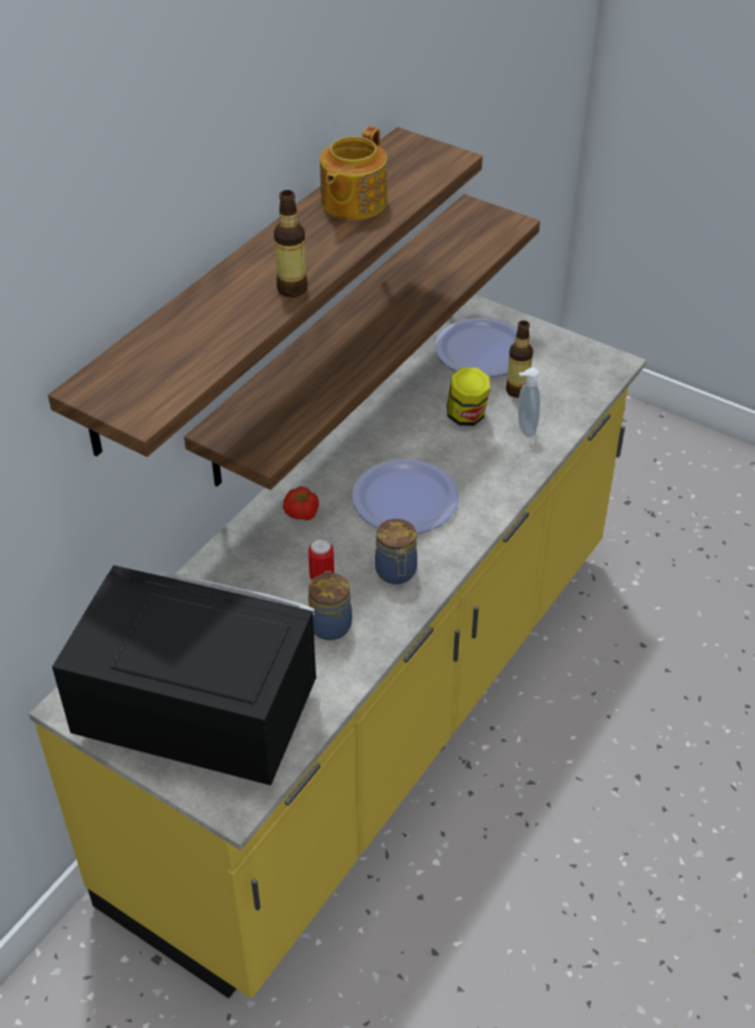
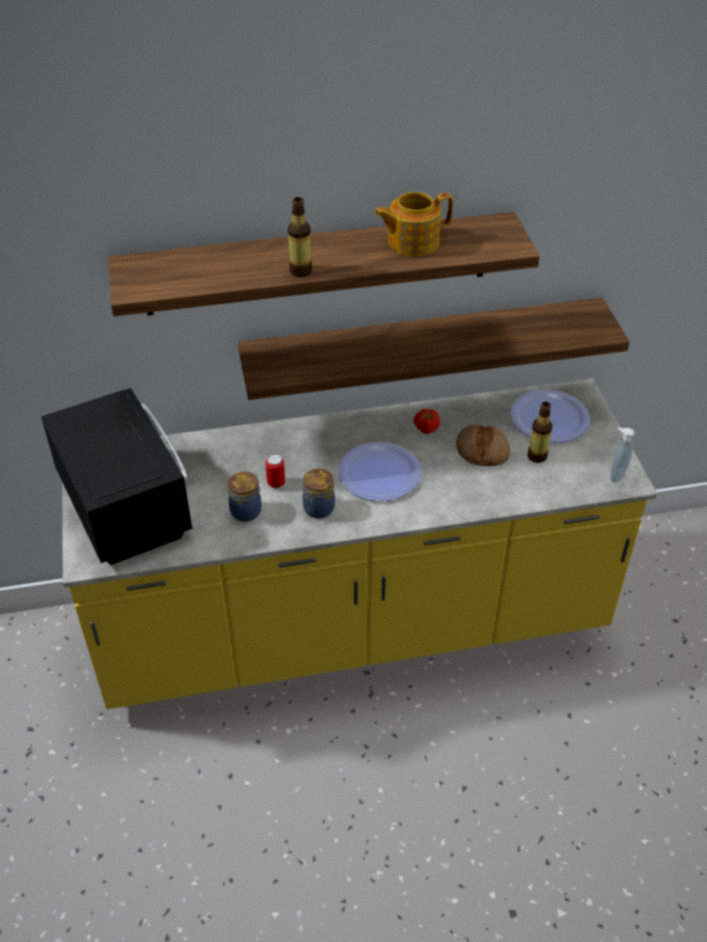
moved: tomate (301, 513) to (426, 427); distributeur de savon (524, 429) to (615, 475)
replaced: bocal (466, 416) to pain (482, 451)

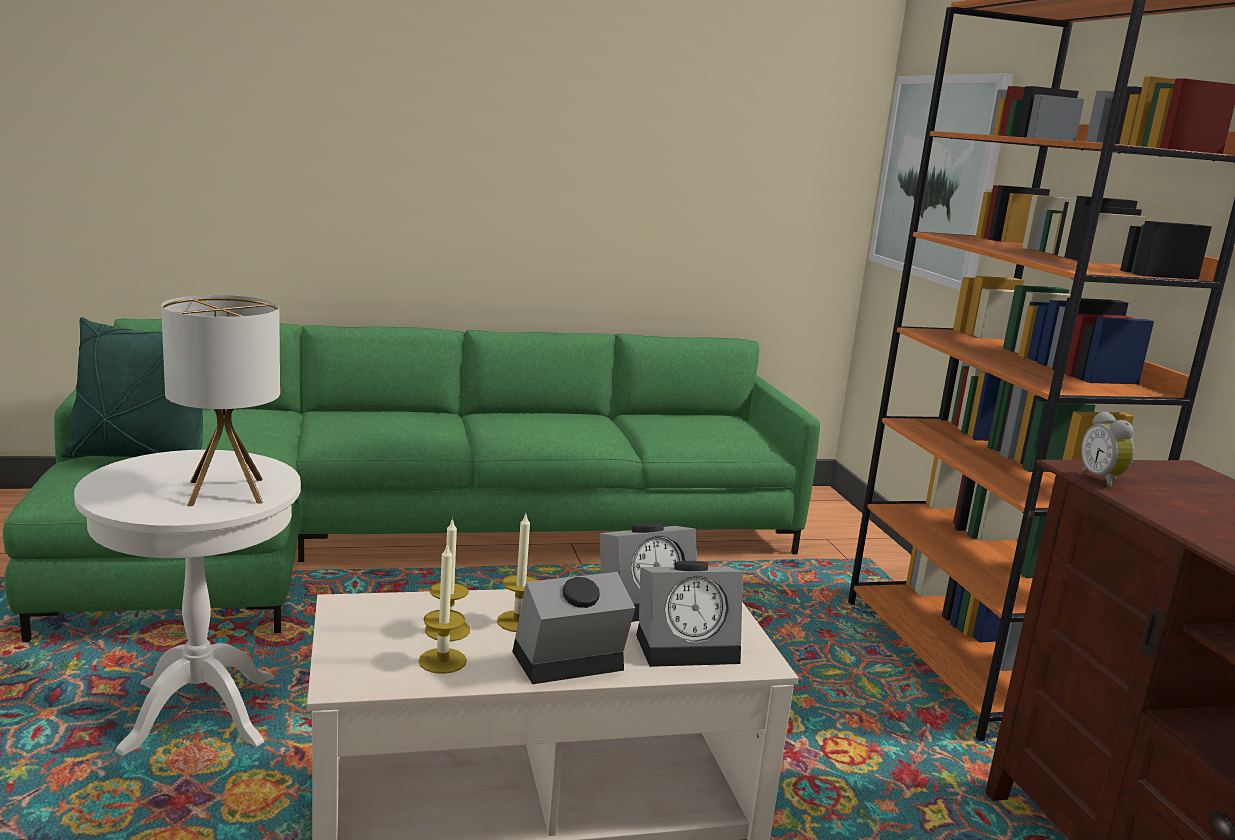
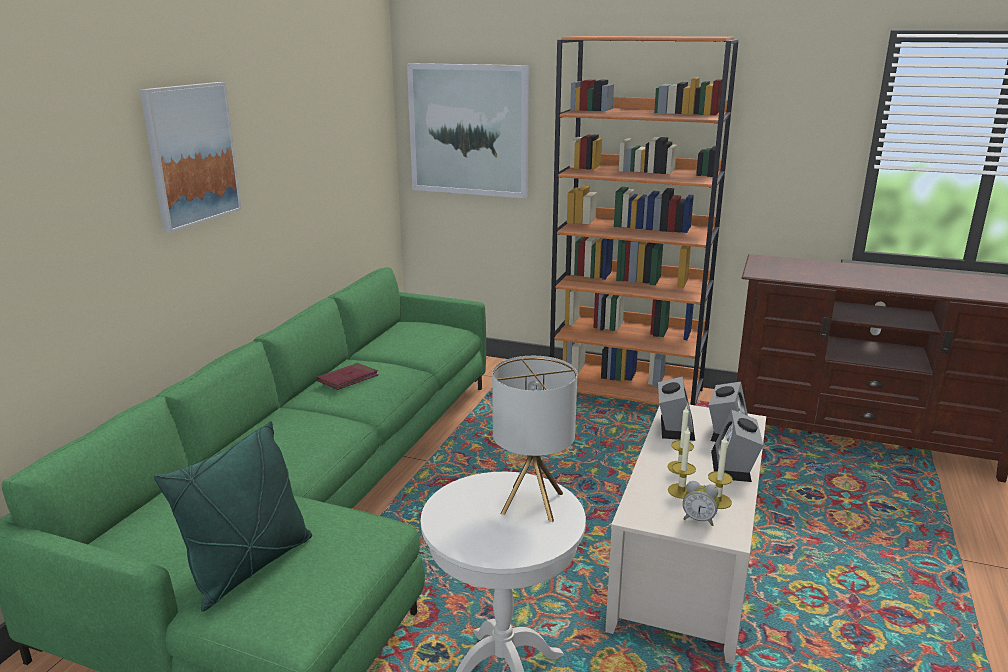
added: tableau (191, 154); livre/rouge (348, 379)
moved: réveil (1102, 480) to (699, 519)

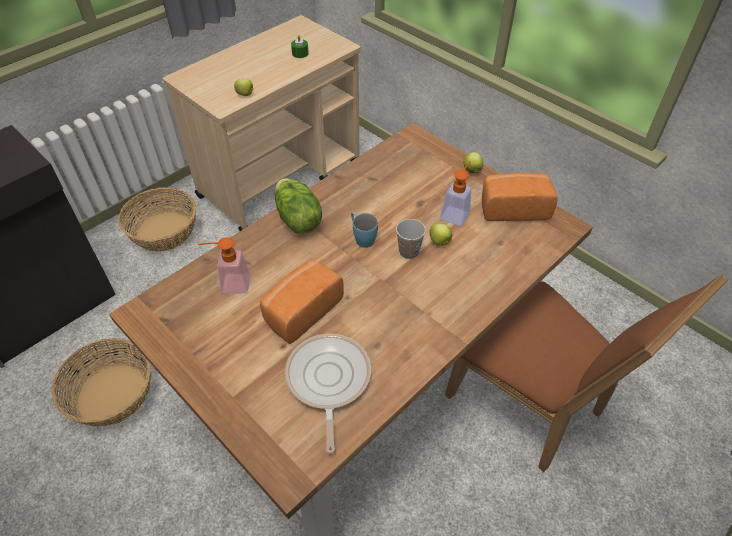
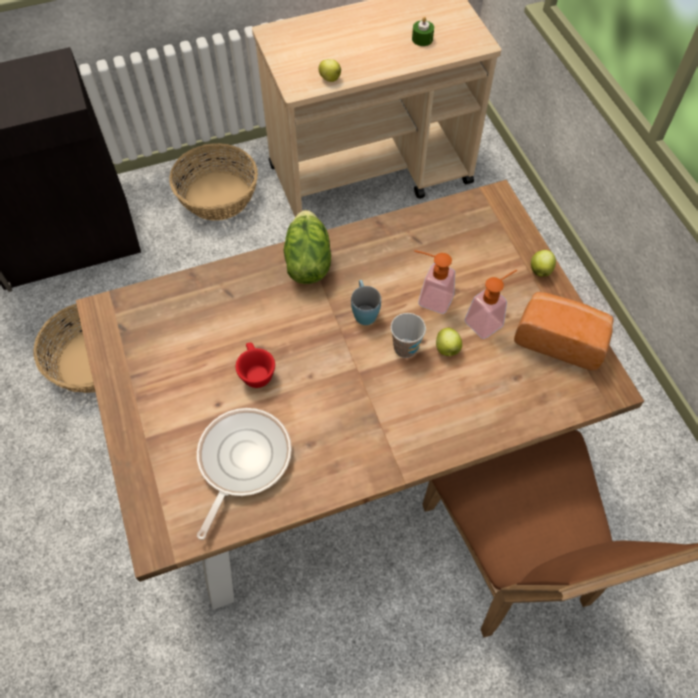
moved: distributeur de savon (230, 284) to (429, 297)
replaced: pain (301, 310) to tasse/rouge (255, 372)

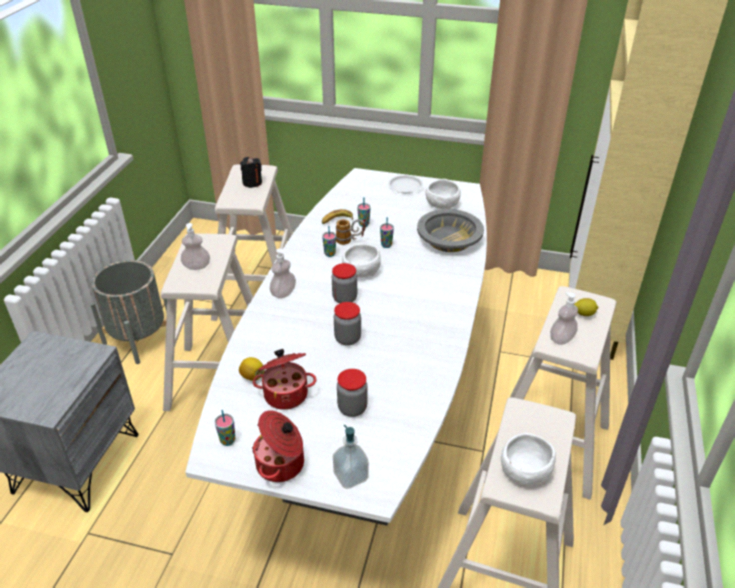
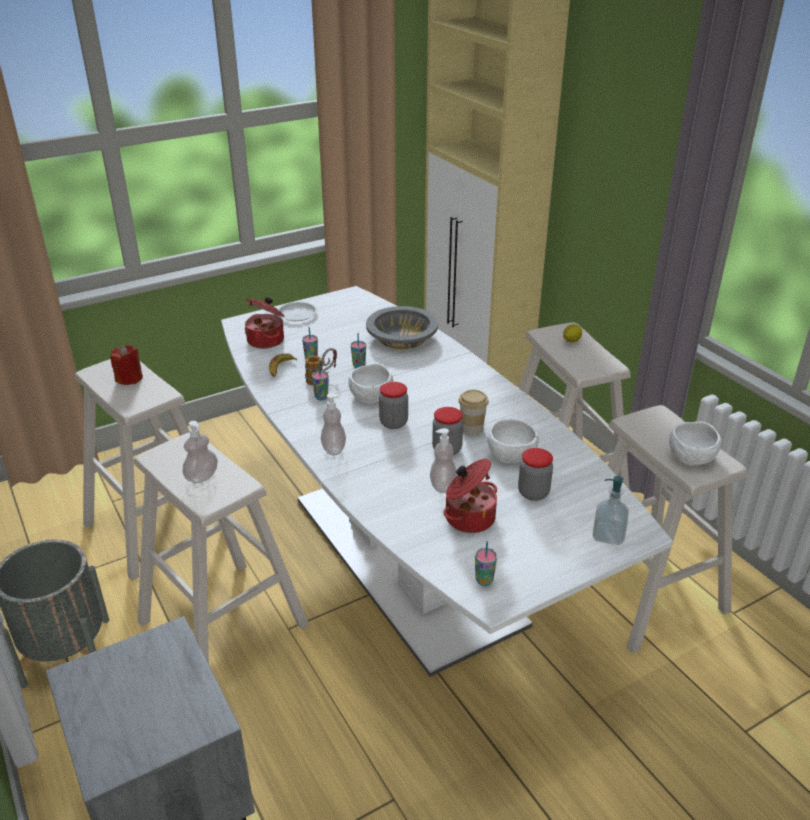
removed: citron (252, 376)
added: tasse (472, 428)
moved: marmite (281, 464) to (267, 340); bol/blanc (442, 204) to (512, 454); distributeur de savon (561, 339) to (442, 485)
recoloured: bougie/noir (252, 183) to bougie/rouge (129, 378)

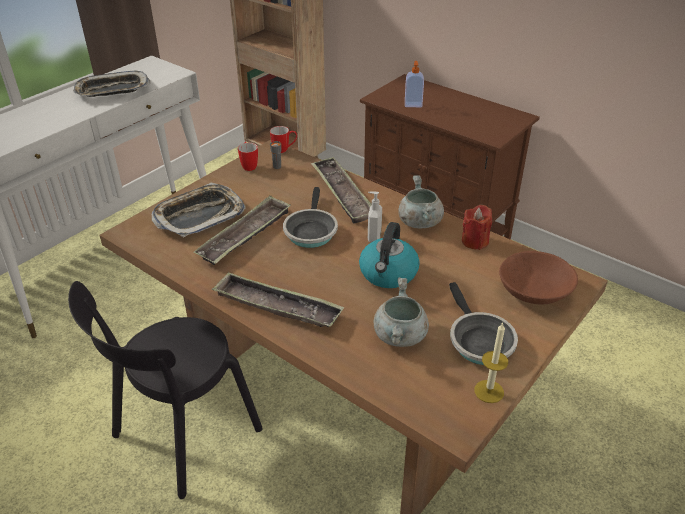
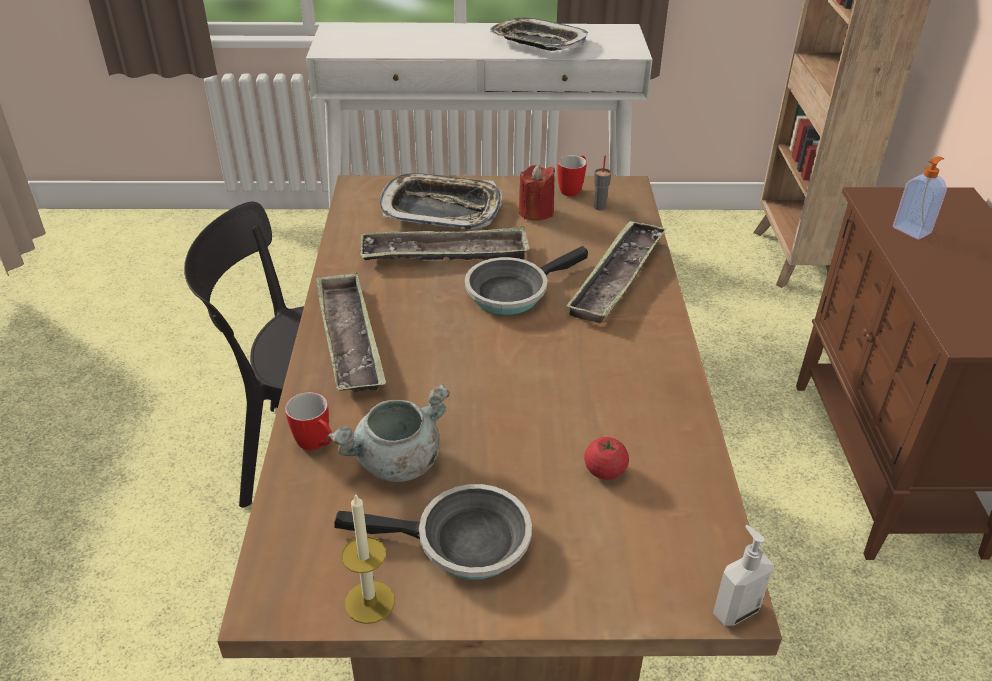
removed: bouilloire (388, 274); marmite/gris (419, 221); bol/marron (534, 290)
added: tomate (605, 471)
moved: mug (284, 150) to (317, 446); distributeur de savon (373, 237) to (735, 610); bougie/rouge (475, 241) to (536, 212)
turned: poêle (478, 341) = (463, 543) 120 degrees counterclockwise

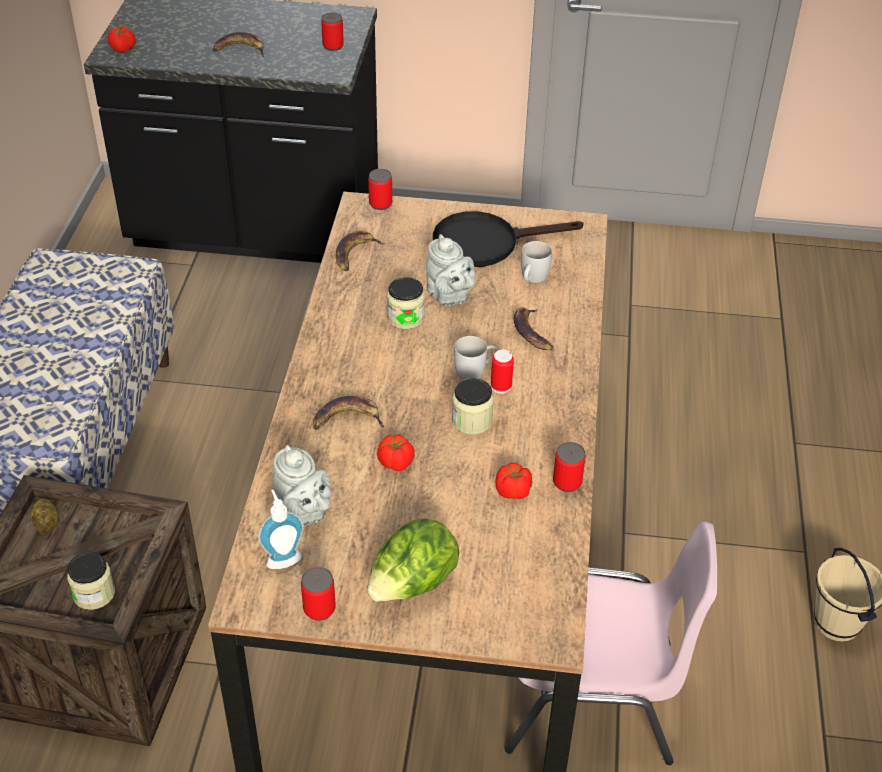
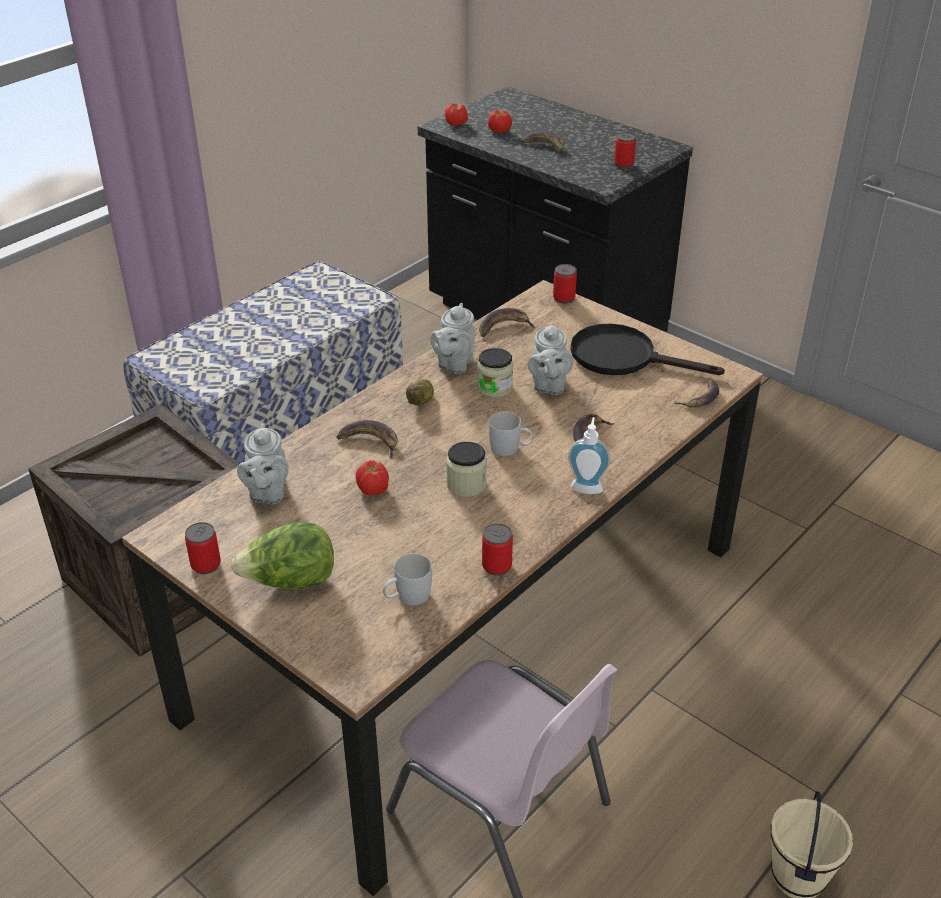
removed: bocal (94, 594); boîte métallique (501, 386)
added: théière/gris (454, 364); banane (701, 398)
moved: pomme de terre (47, 523) to (421, 401); distributeur de savon (282, 558) to (587, 486); tomate (513, 492) to (499, 131); mug/blanc (532, 278) to (407, 597)

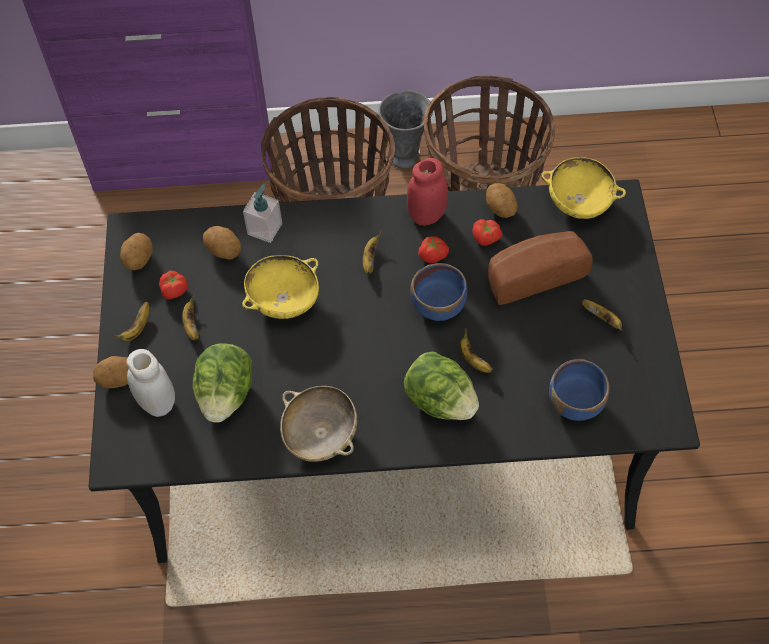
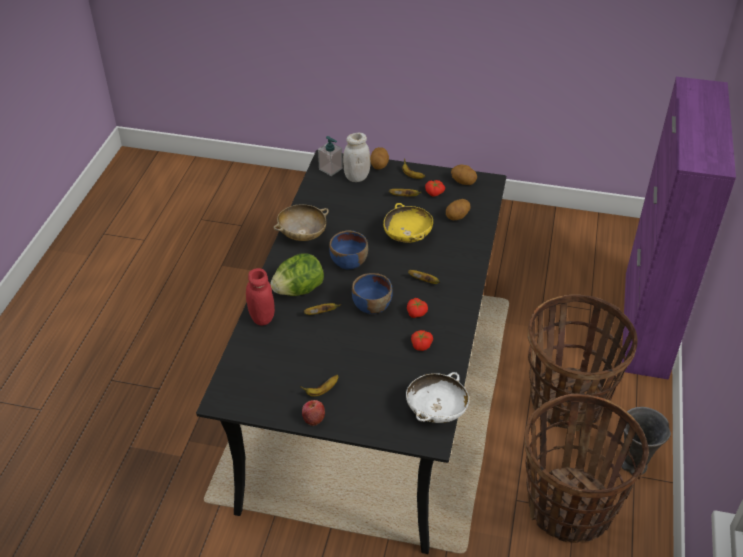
removed: laitue (226, 394); pomme de terre (500, 209); pain (533, 274)
added: pomme (313, 418)
moved: distributeur de savon (265, 229) to (330, 169); bocal/rouge (427, 215) to (262, 317); bol/bleu (576, 403) to (348, 262)
recoloured: bol/jaune (579, 202) to bol/blanc (436, 410)

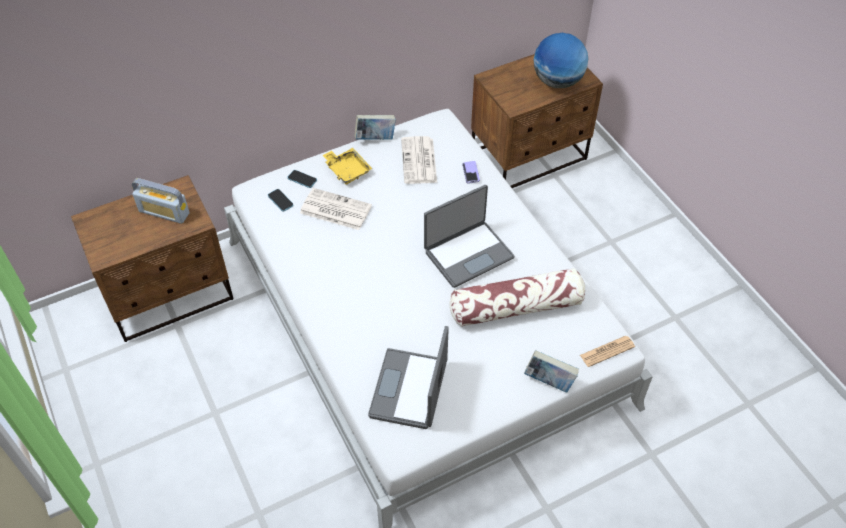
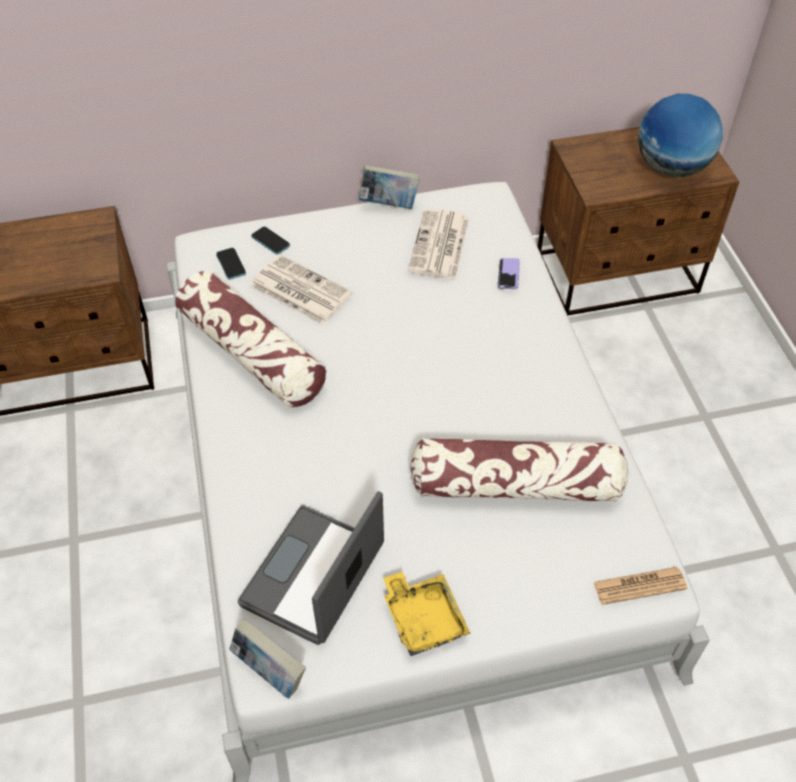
removed: radio (164, 212); ordinateur portable (468, 253)
added: coussin (252, 353)
moved: plateau/jaune (347, 170) to (424, 618); livre (549, 381) to (270, 672)

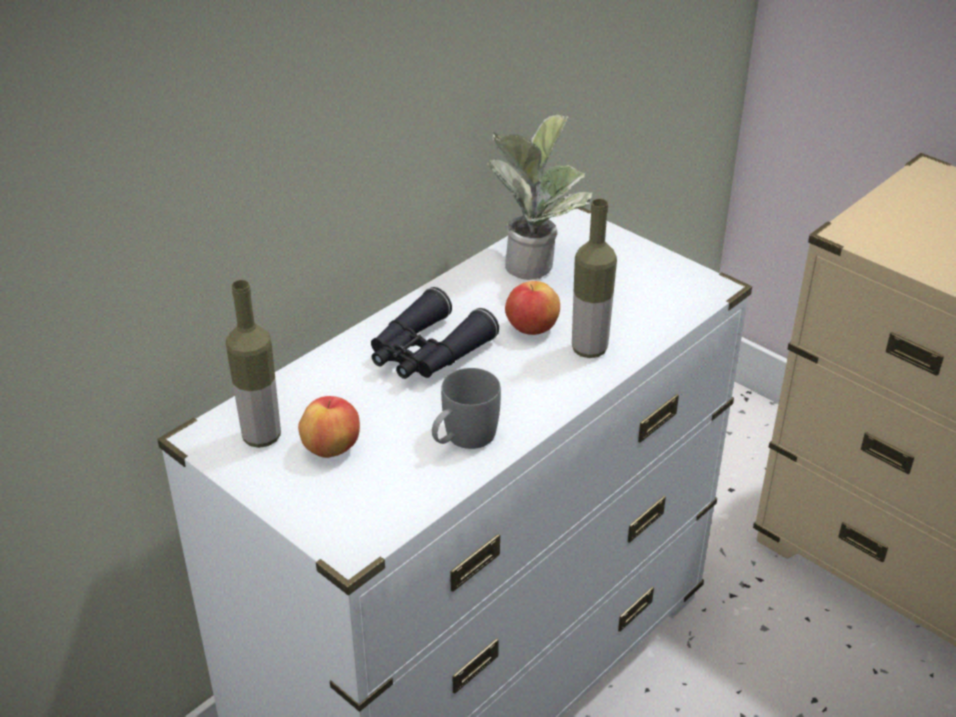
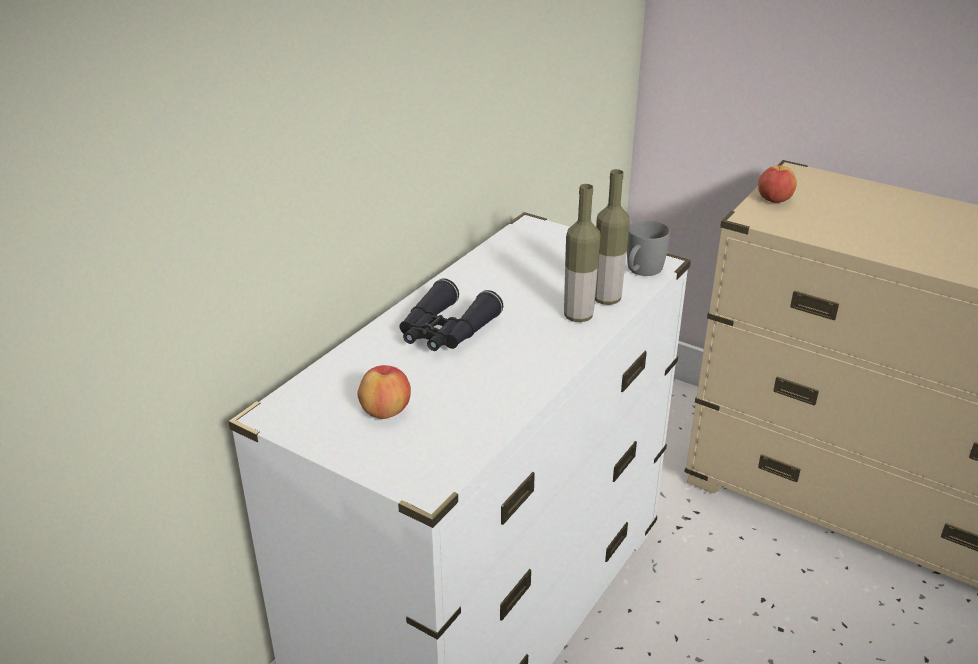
removed: plante en pot (536, 261)
moved: bouteille (262, 437) to (606, 299); mug/gris (463, 439) to (641, 271); pomme (531, 328) to (774, 200)

